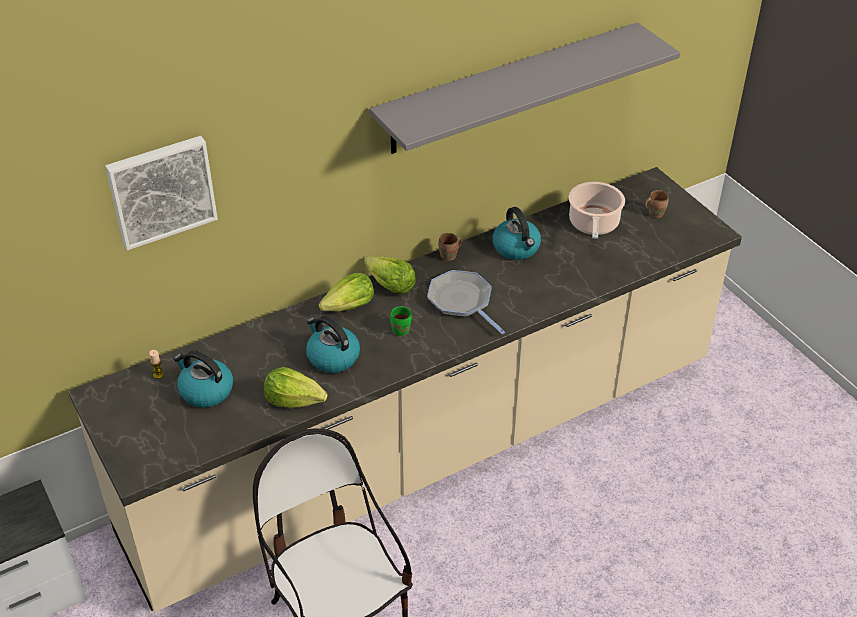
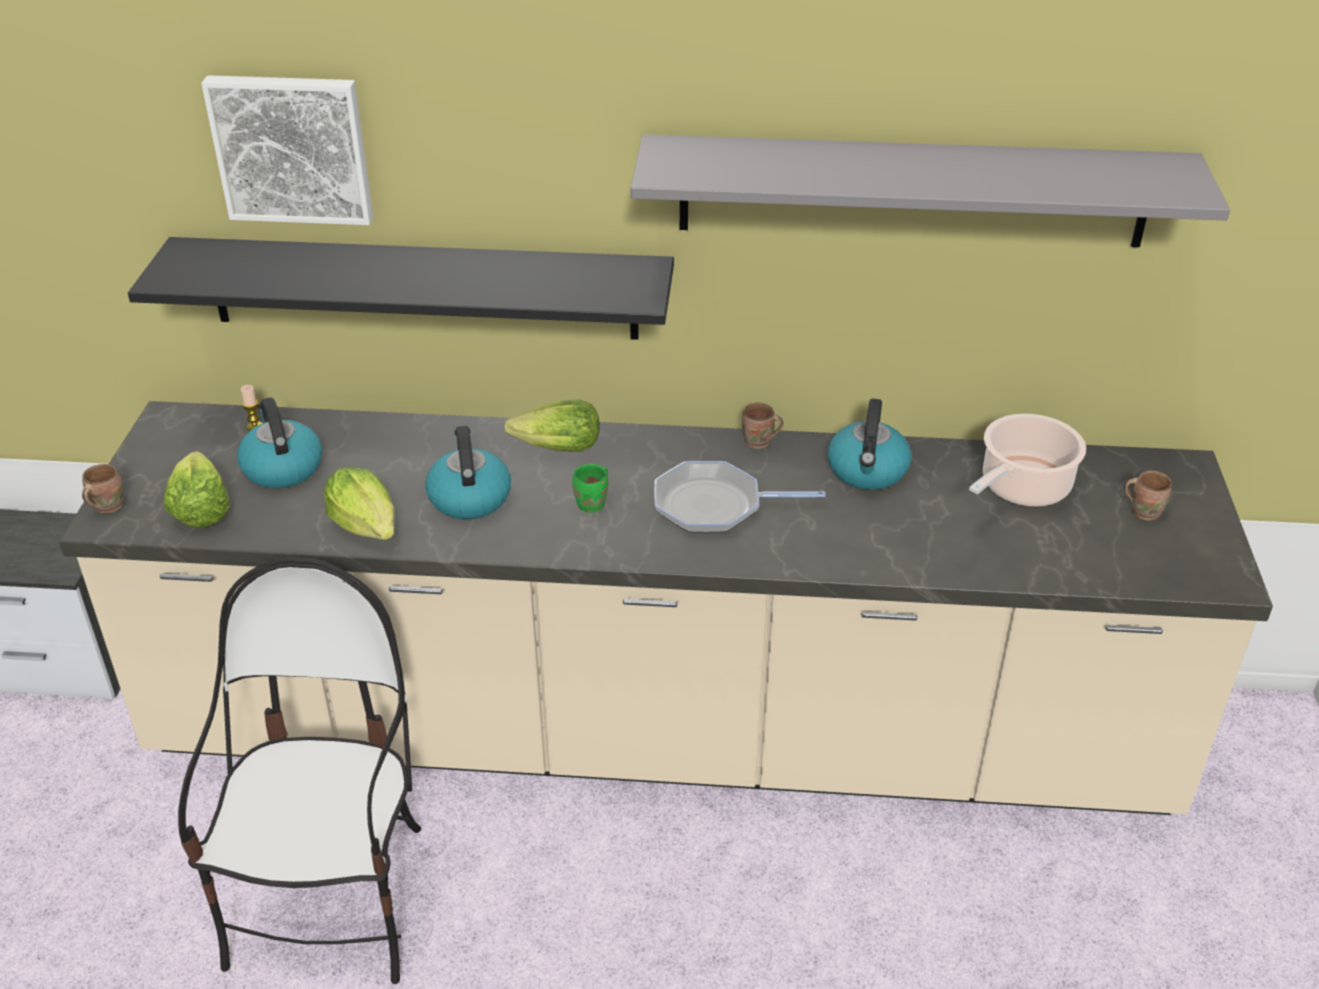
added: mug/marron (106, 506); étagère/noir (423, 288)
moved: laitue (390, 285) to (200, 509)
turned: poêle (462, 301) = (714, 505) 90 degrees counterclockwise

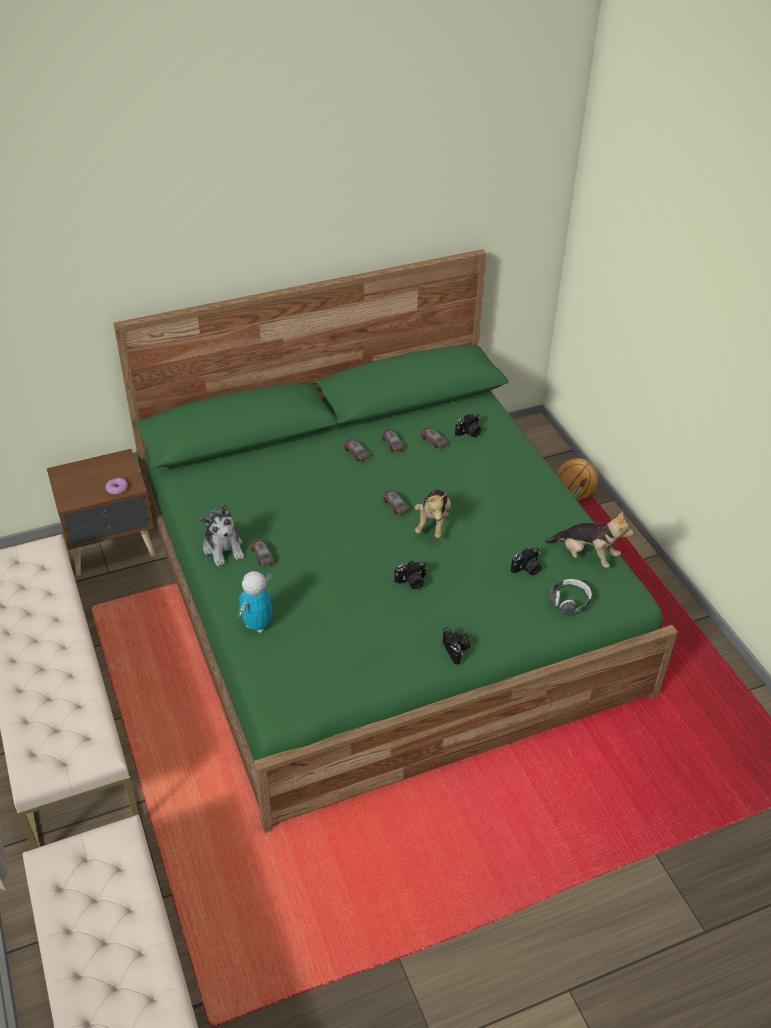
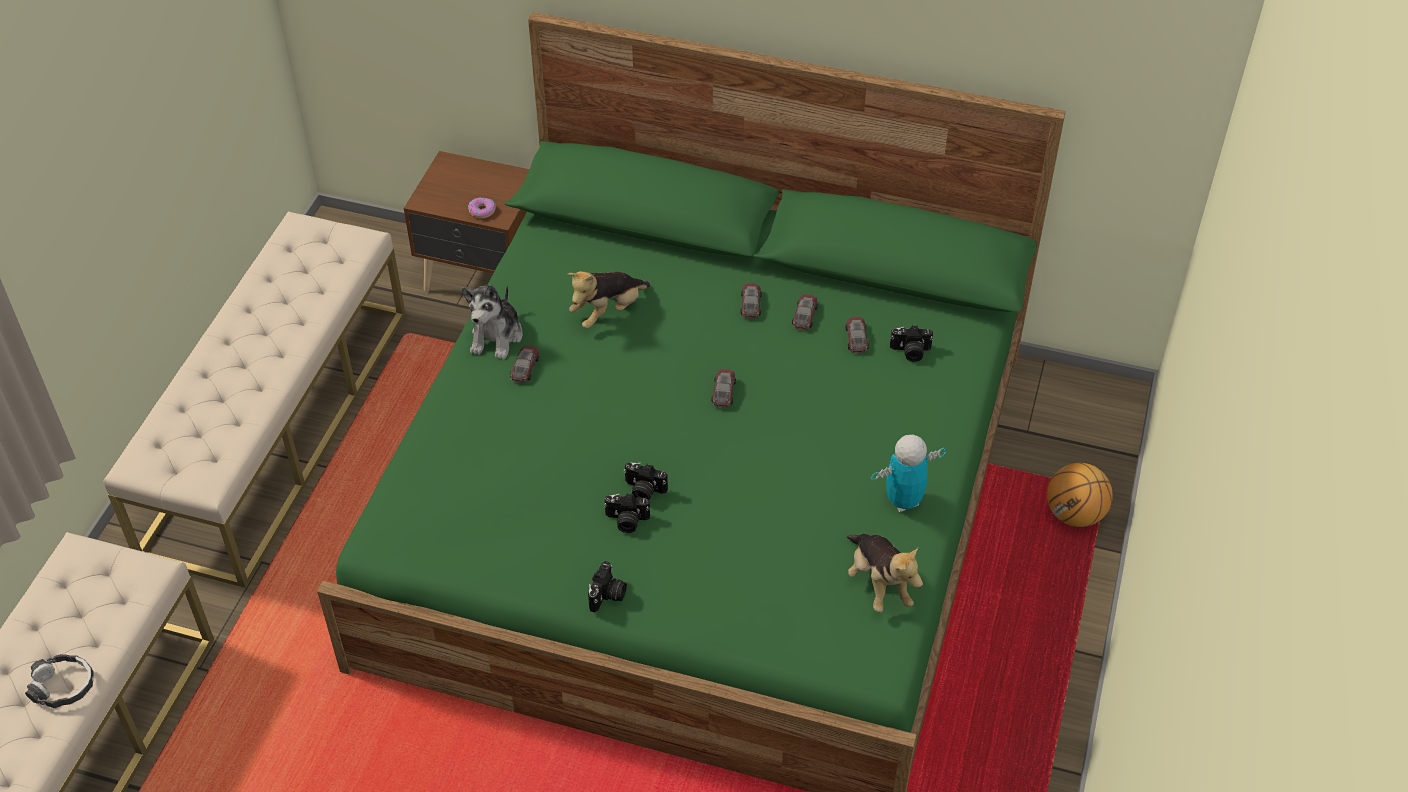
moved: robot jouet (257, 625) to (903, 501); peluche (433, 523) to (608, 312); appareil photo (527, 569) to (626, 521); casque audio (569, 601) to (63, 686)

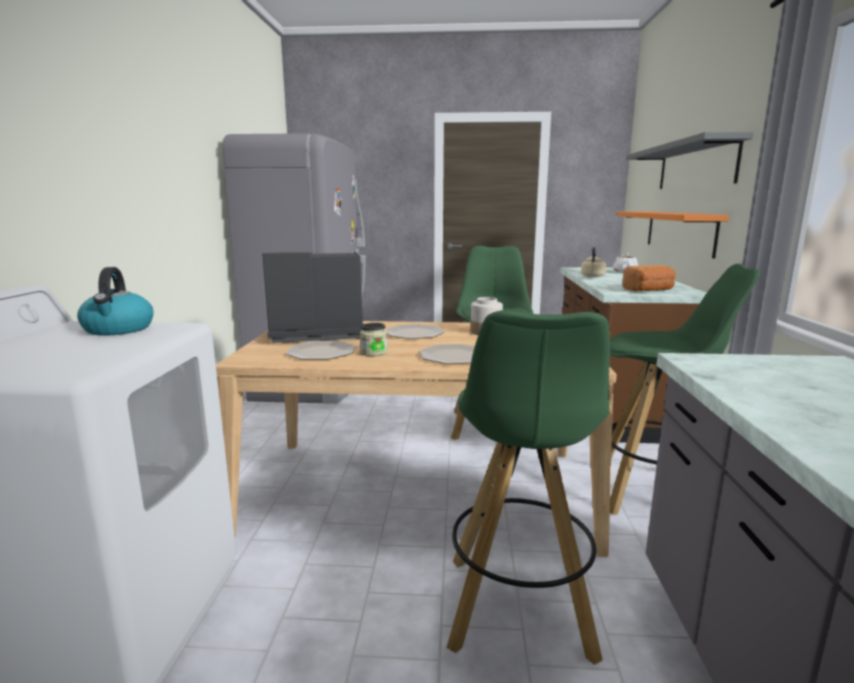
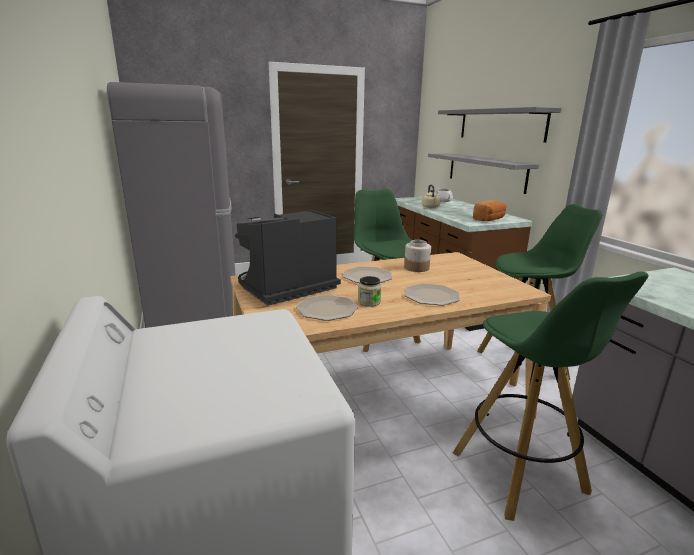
removed: bouilloire (119, 329)
recoloured: étagère/orange (679, 231) to étagère/gris (485, 171)

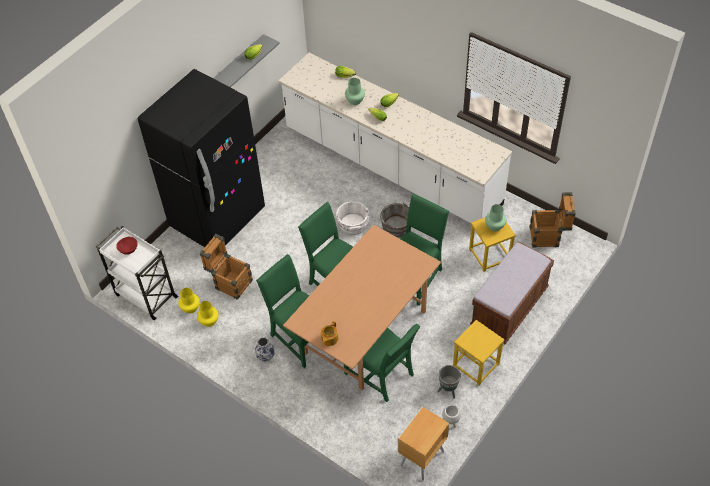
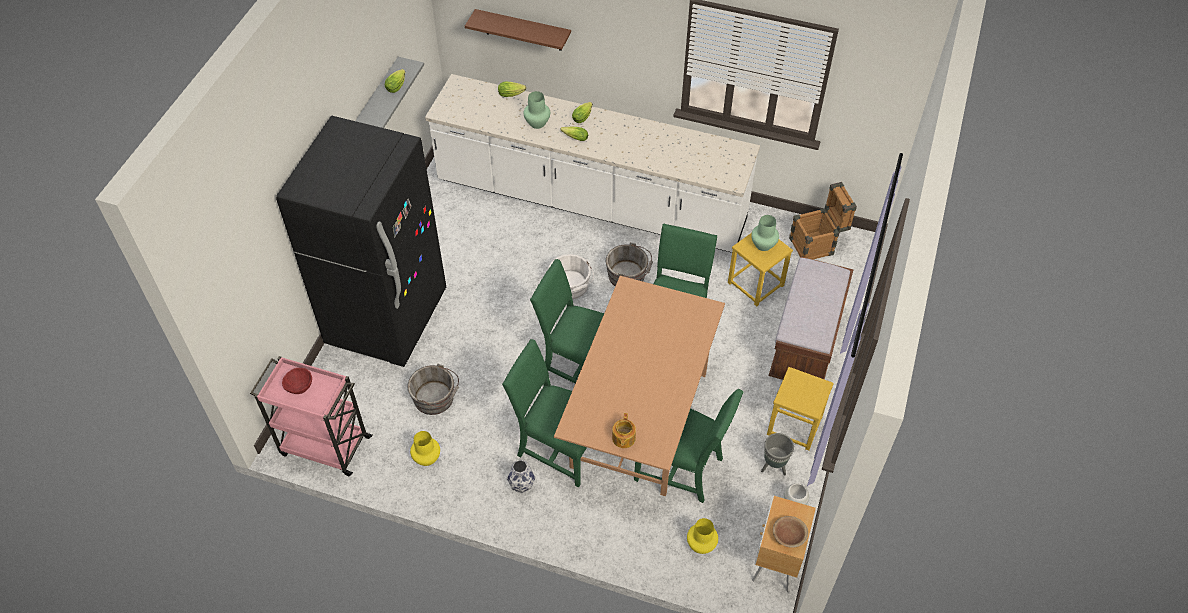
added: étagère/marron (523, 30); bol/marron (788, 536)
moved: vase/jaune (190, 308) to (700, 545)
replaced: caisse (230, 282) to seau/gris (436, 399)
recoloured: chariot/blanc (145, 295) to chariot/rose (323, 445)

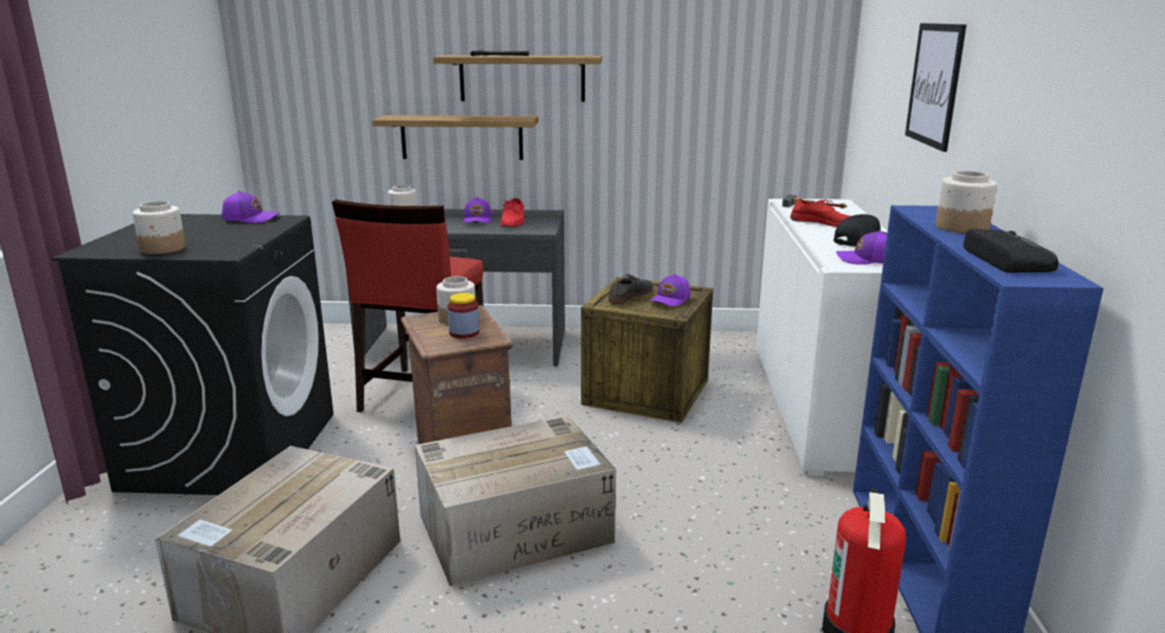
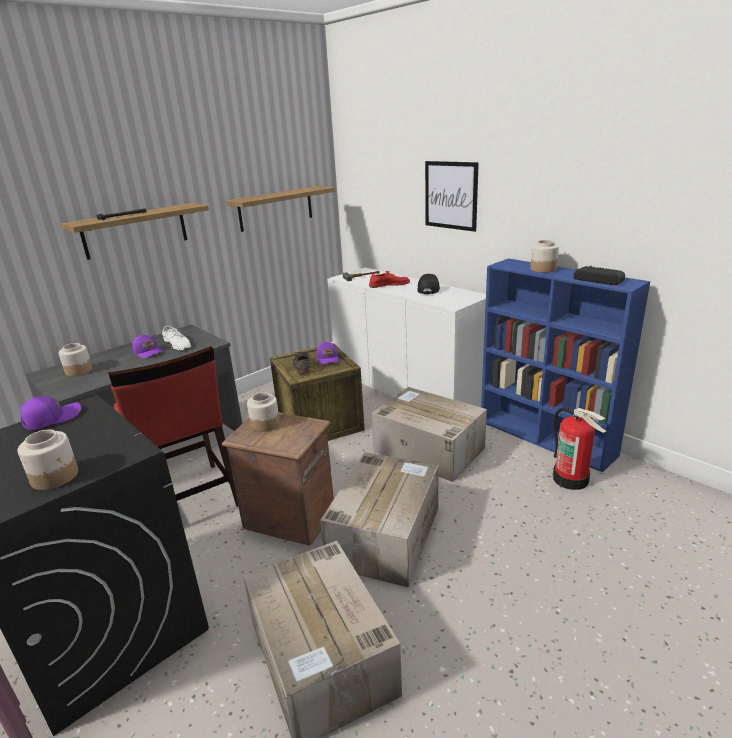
removed: bocal (464, 333); casquette/violet (866, 260)
added: carton (427, 449)
moved: étagère (461, 137) to (276, 208)
recoloured: chaussure/rouge (513, 221) to chaussure/blanc (177, 344)

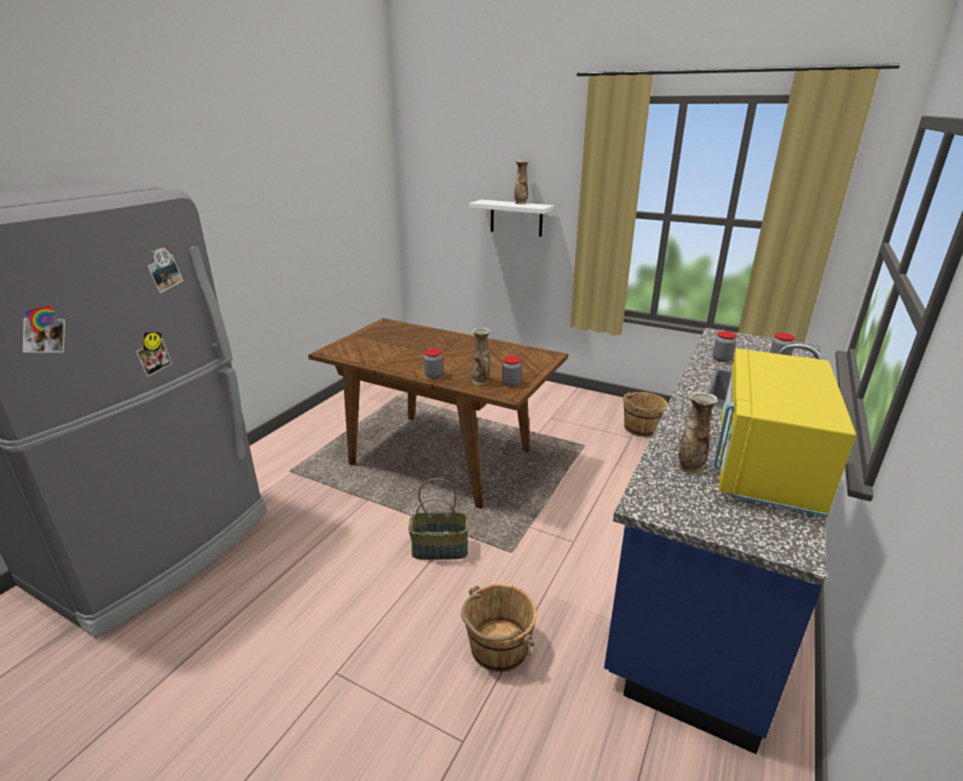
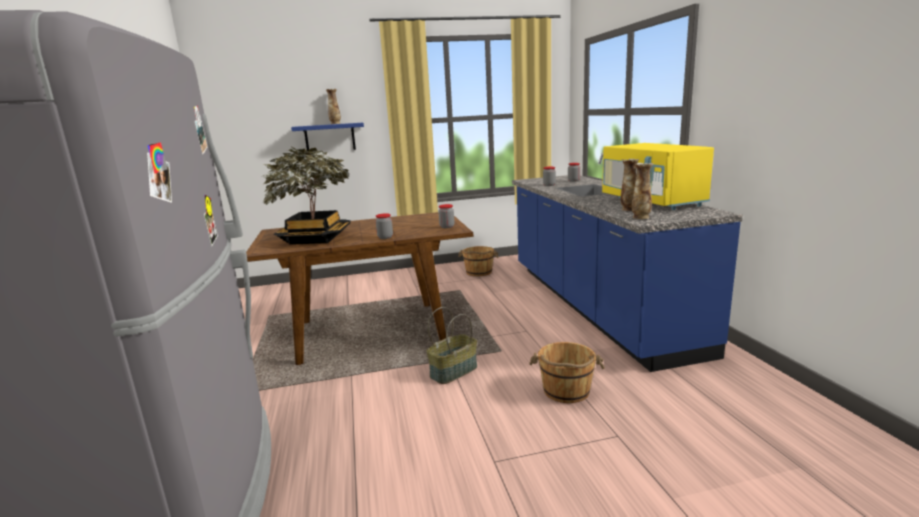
added: plante en pot (315, 238)
moved: vase (480, 381) to (641, 217)
recoloured: étagère/blanc (516, 218) to étagère/bleu (330, 138)

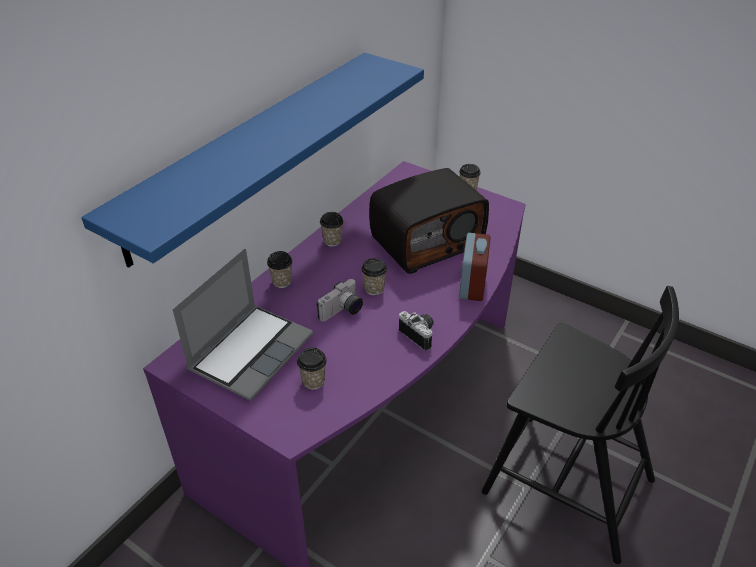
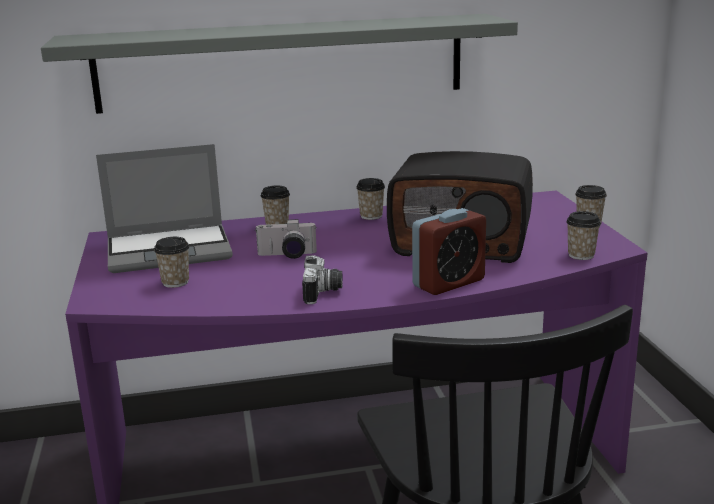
moved: tasse (374, 289) to (581, 255)
recoloured: étagère/bleu (252, 151) to étagère/gris (282, 63)

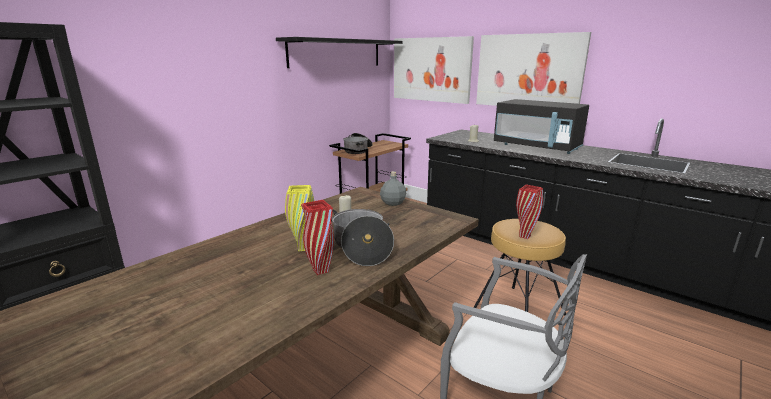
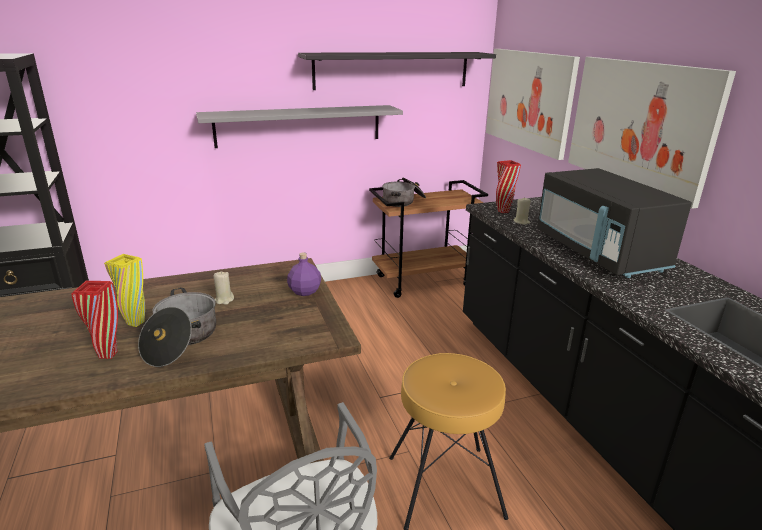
added: étagère/gris (299, 126)
moved: vase/rouge (524, 236) to (503, 211)
recoloured: bouteille/gris (392, 203) to bouteille/violet (304, 291)

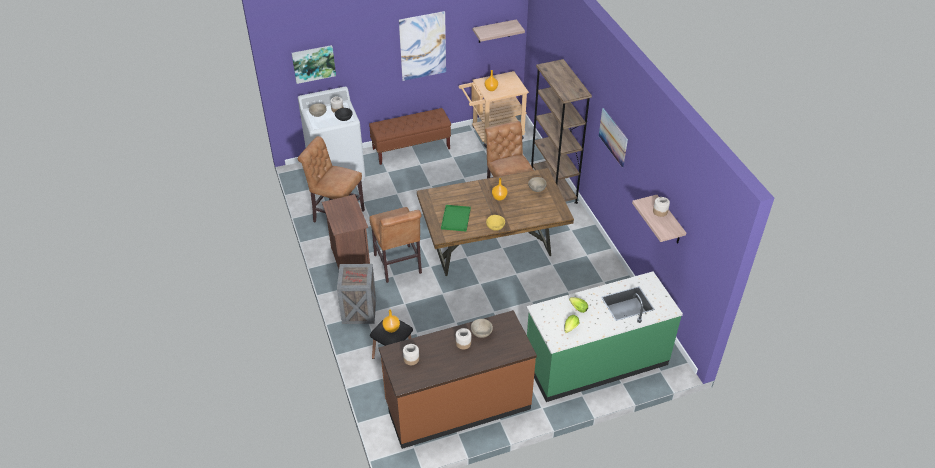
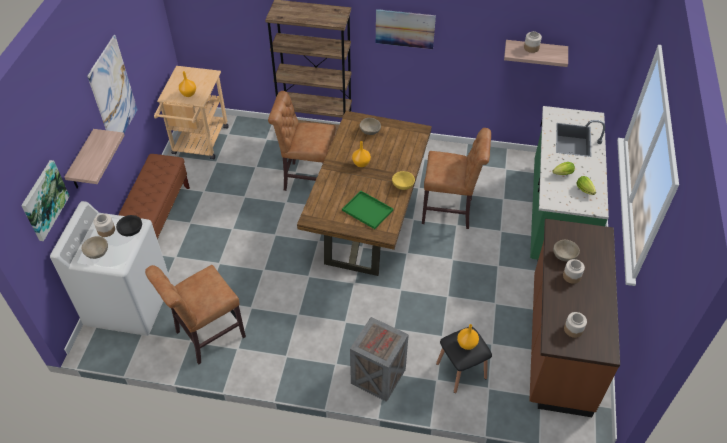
removed: table de chevet/marron (349, 256)
moved: chaise/marron (398, 266) to (450, 211); étagère (494, 31) to (82, 161)

